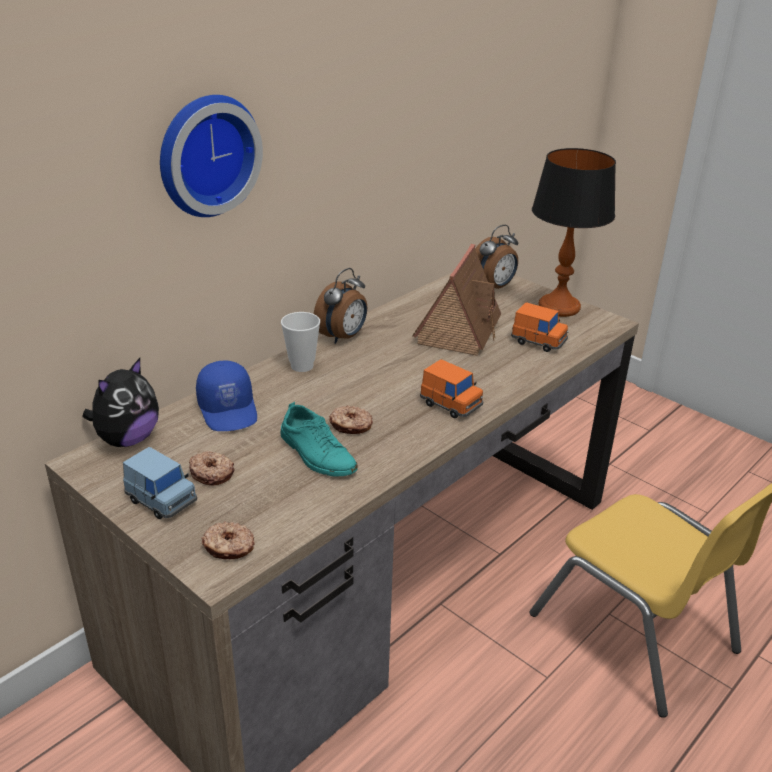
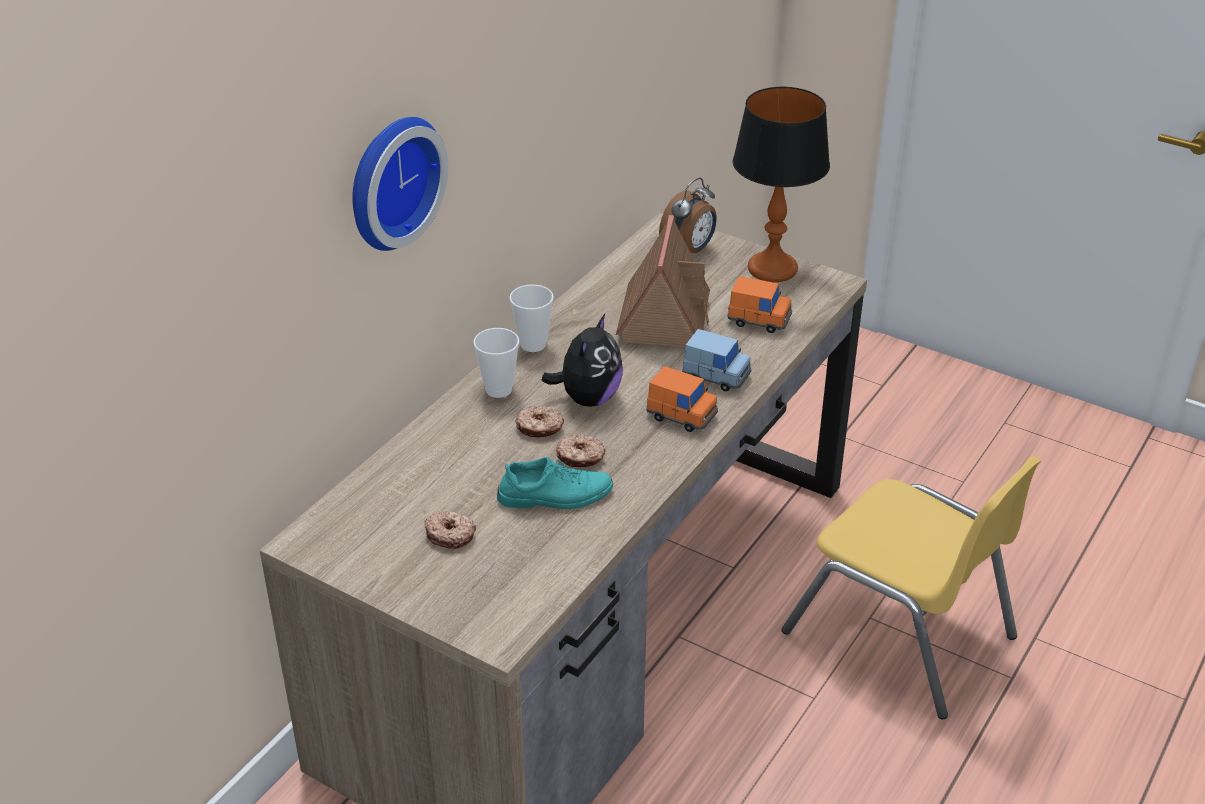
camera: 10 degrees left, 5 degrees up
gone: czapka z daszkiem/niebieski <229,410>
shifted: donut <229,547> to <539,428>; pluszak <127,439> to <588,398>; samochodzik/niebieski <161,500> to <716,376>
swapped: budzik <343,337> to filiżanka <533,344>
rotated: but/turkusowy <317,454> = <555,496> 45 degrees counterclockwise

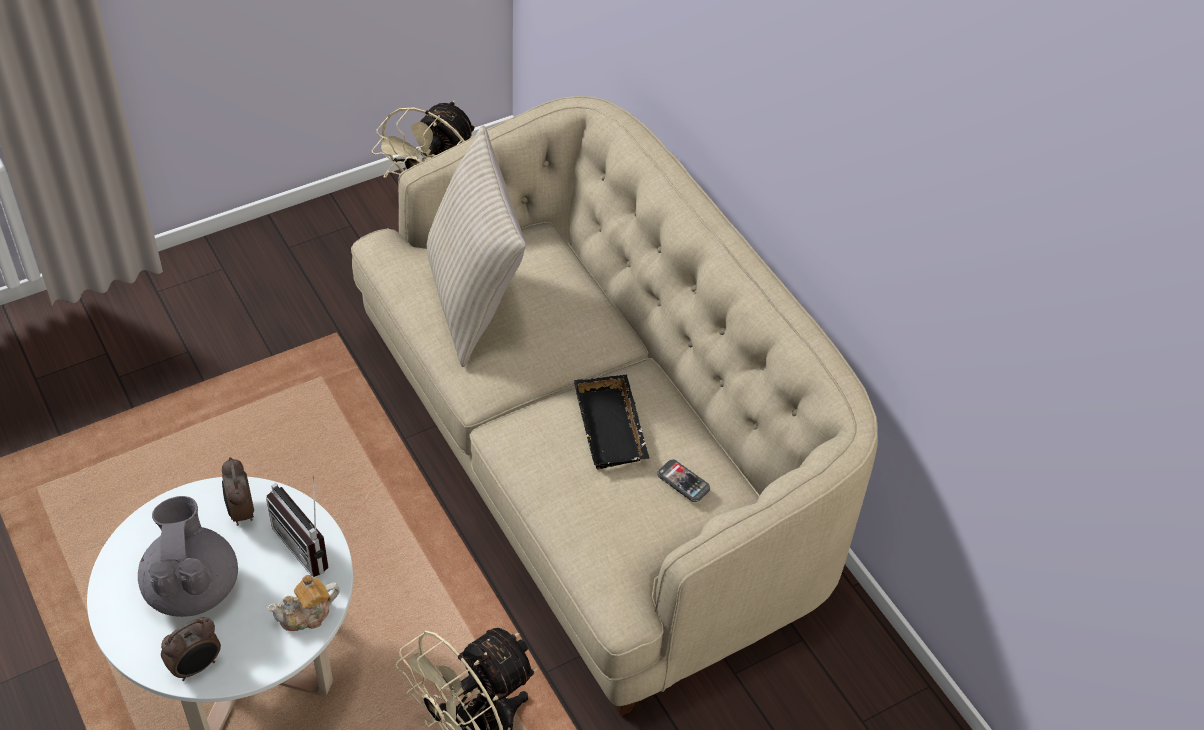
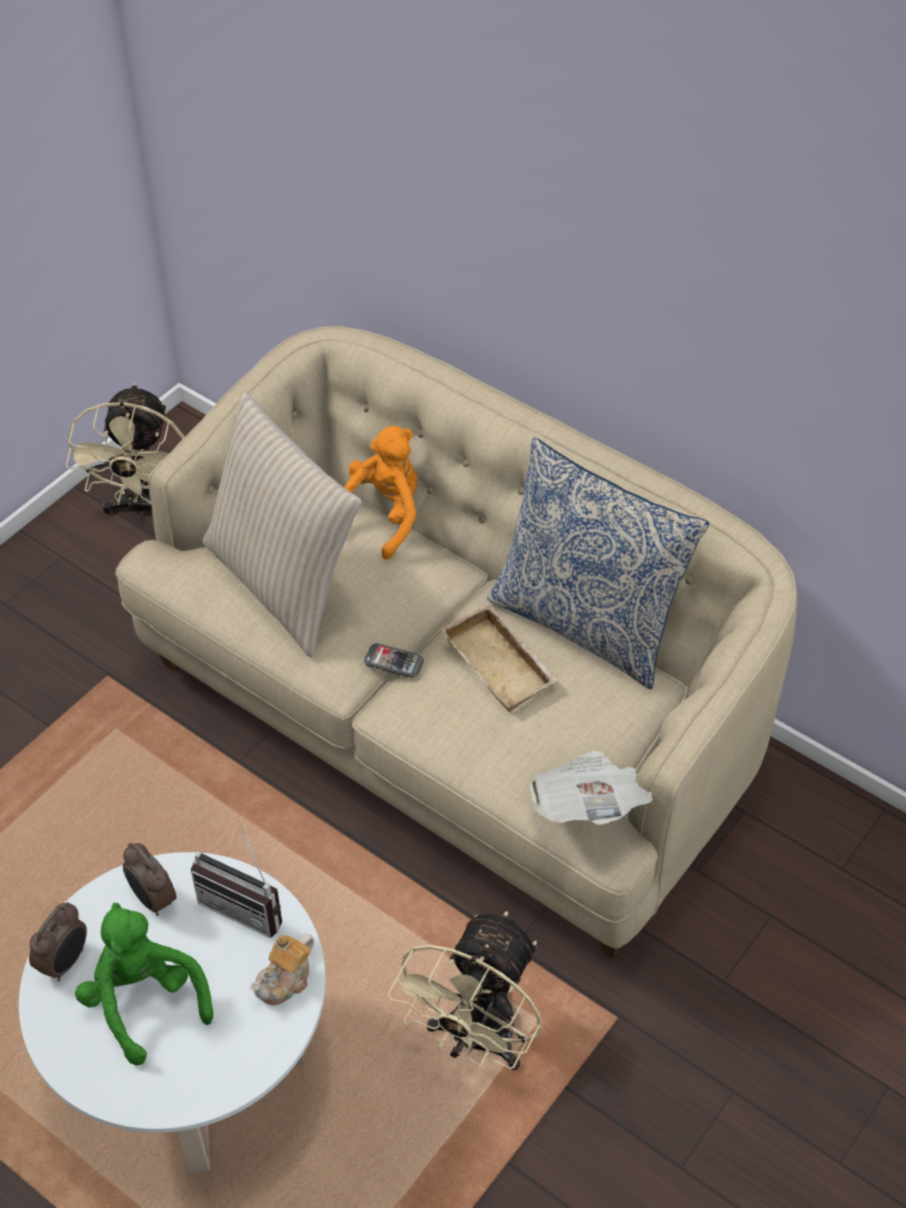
camera: 20 degrees left, 0 degrees up
new: pluszak/pomarańczowy <383,516>; poduszka <586,623>; gazeta <588,806>
shifted: budzik <196,667> to <66,962>; telefon <683,482> to <394,662>
swapped: imbryk/szary <192,587> to pluszak/zielony <144,1001>
repainted: taca/czarny <613,428> to taca/beżowy <502,664>

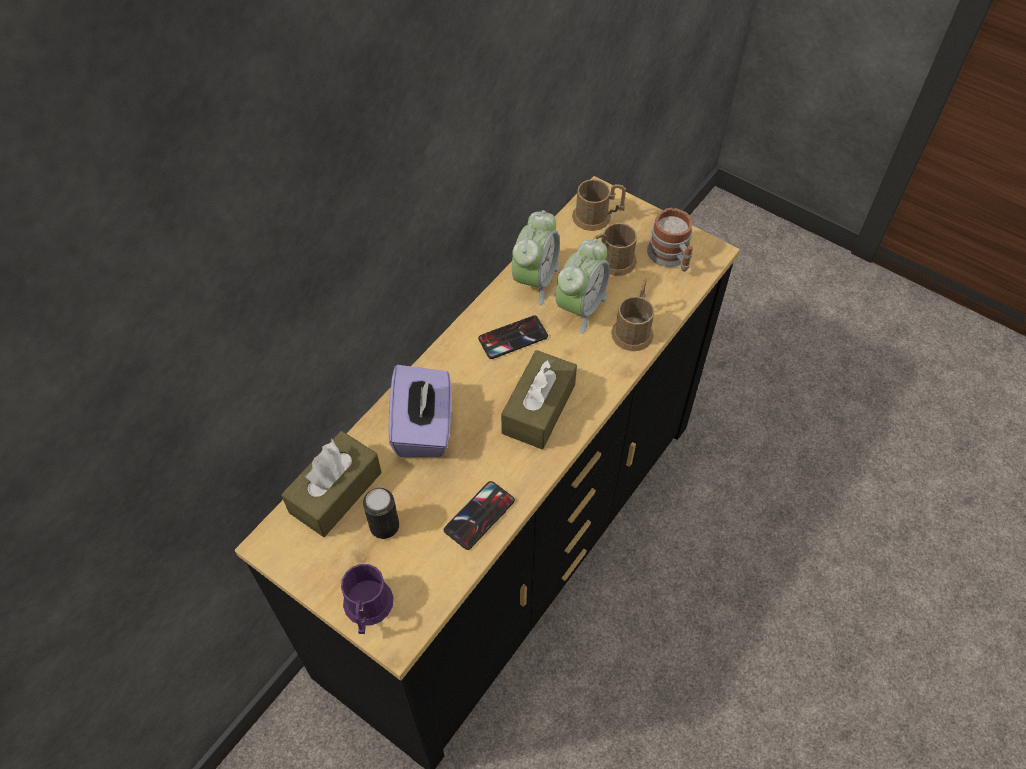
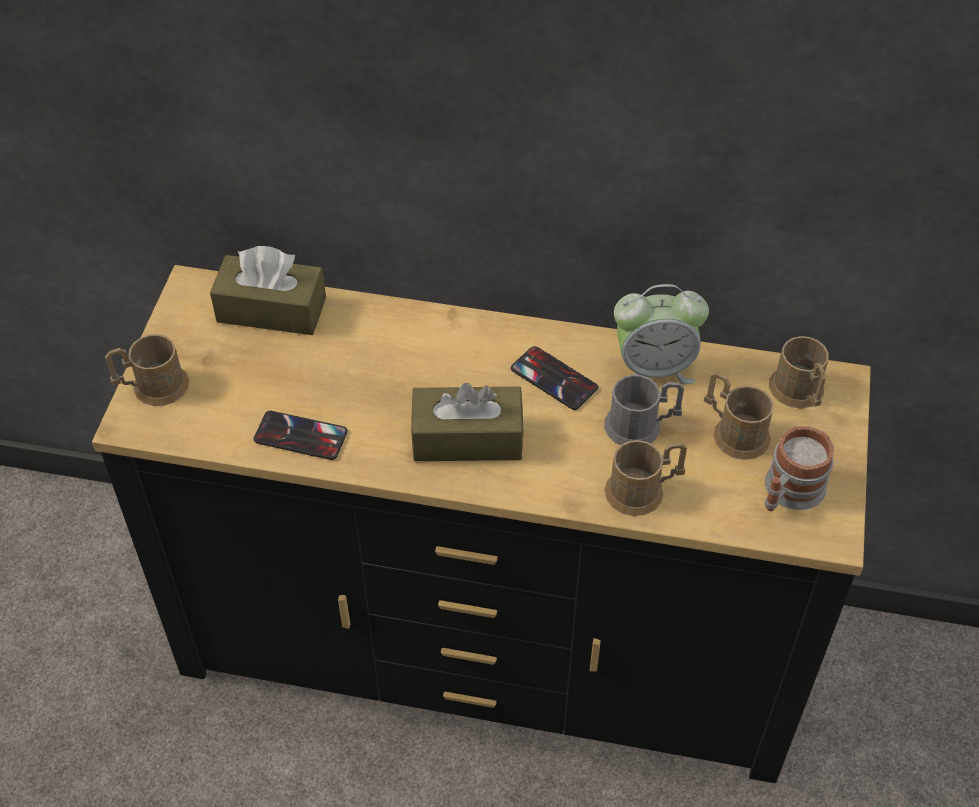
camera: 65 degrees right, 5 degrees down
gone: puszka <384,526>; pudełko chusteczek/fioletowy <423,427>
swapped: budzik <580,307> to kubek/szary <641,426>
repainted: kubek/fioletowy <367,609> to kubek/brązowy <152,387>

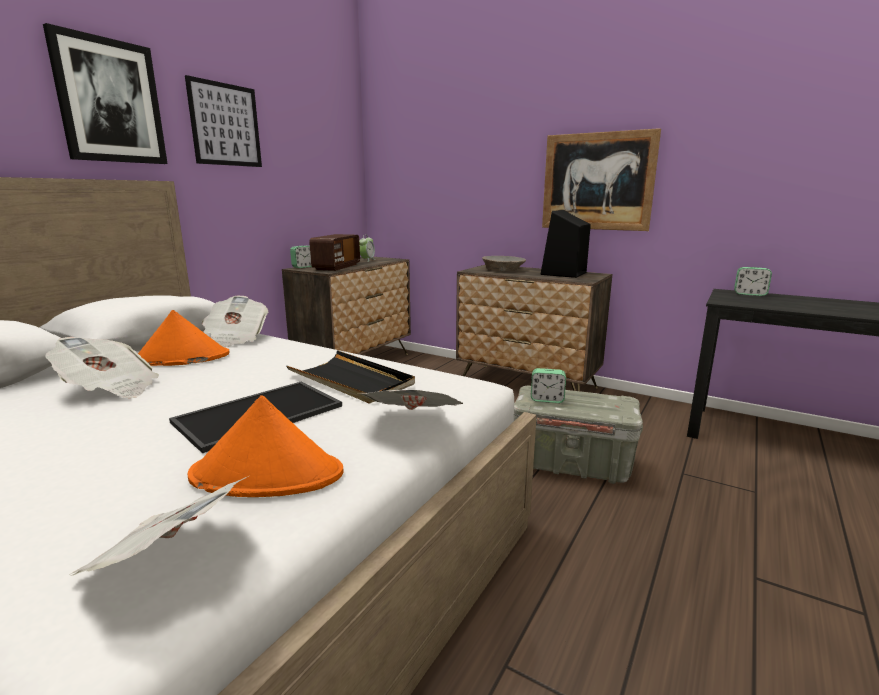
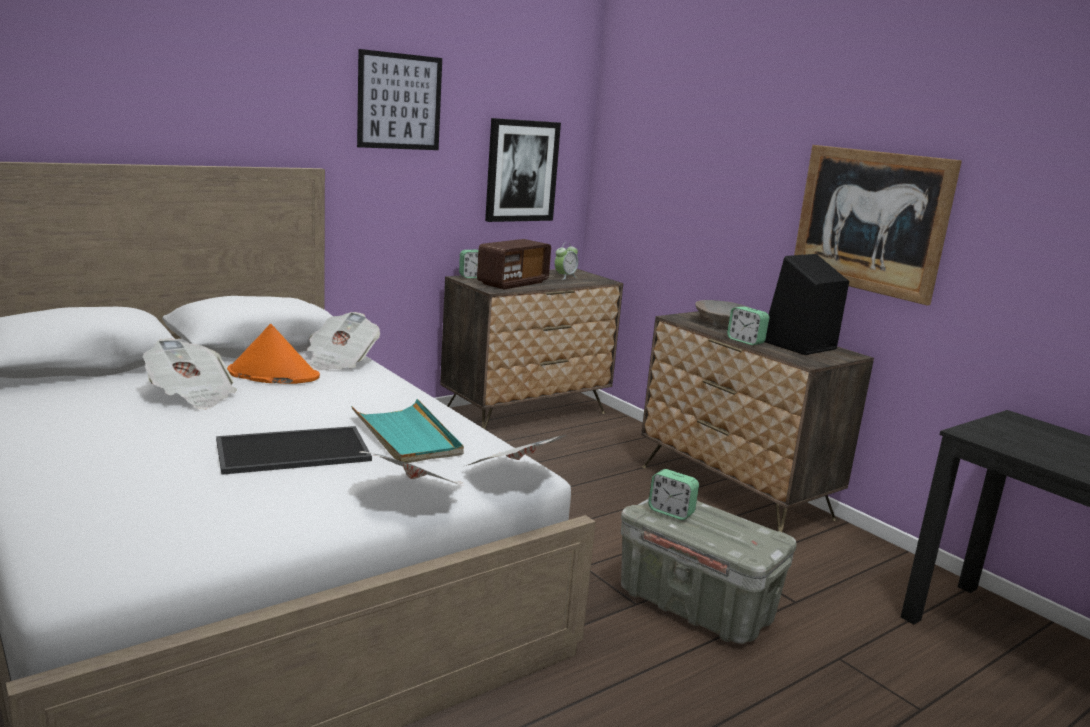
camera: 20 degrees right, 0 degrees up
gone: kapelusz/pomarańczowy <268,474>
shifted: gazeta <170,560> to <512,475>; obraz <110,101> to <521,171>; budzik <750,294> to <745,341>
repainted: taca/czarny <351,380> to taca/turkusowy <407,436>

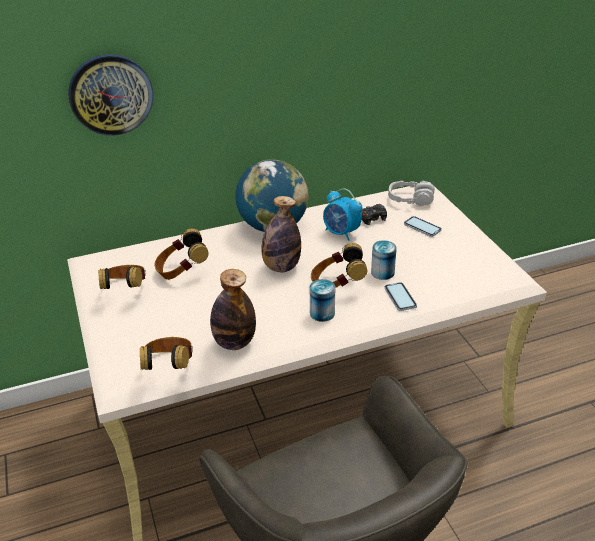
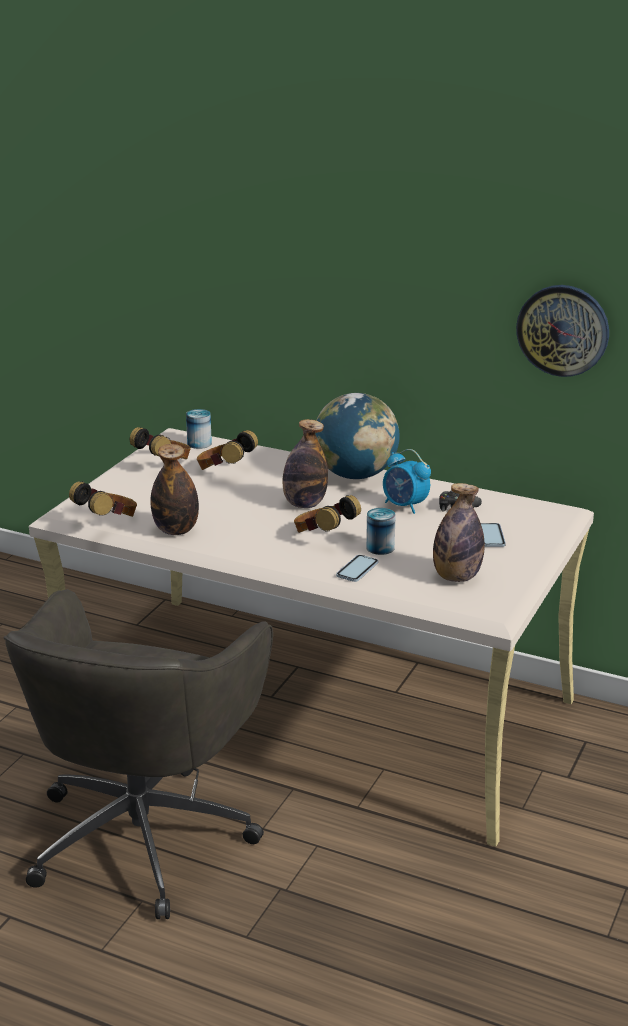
camera: 45 degrees right, 10 degrees down
gone: słuchawki/szary <410,199>
new: butelka <456,577>
shifted: puszka <322,313> to <199,443>; zegar ścienny <111,94> to <563,330>
rotated: budzik <341,233> = <405,506> 45 degrees counterclockwise

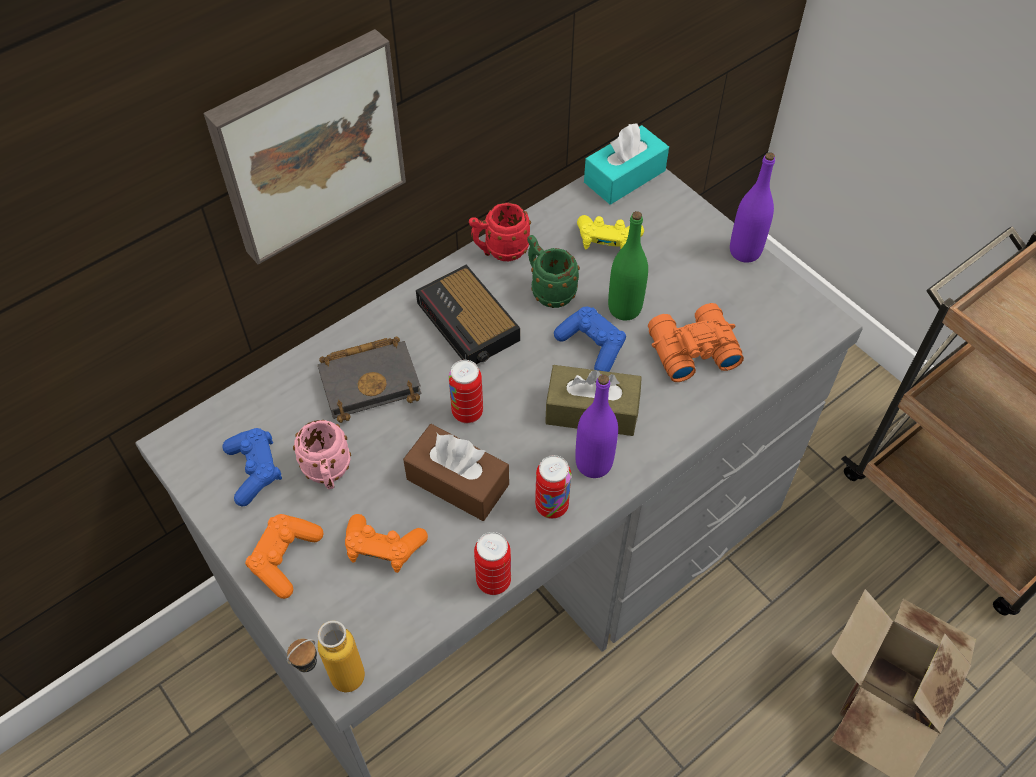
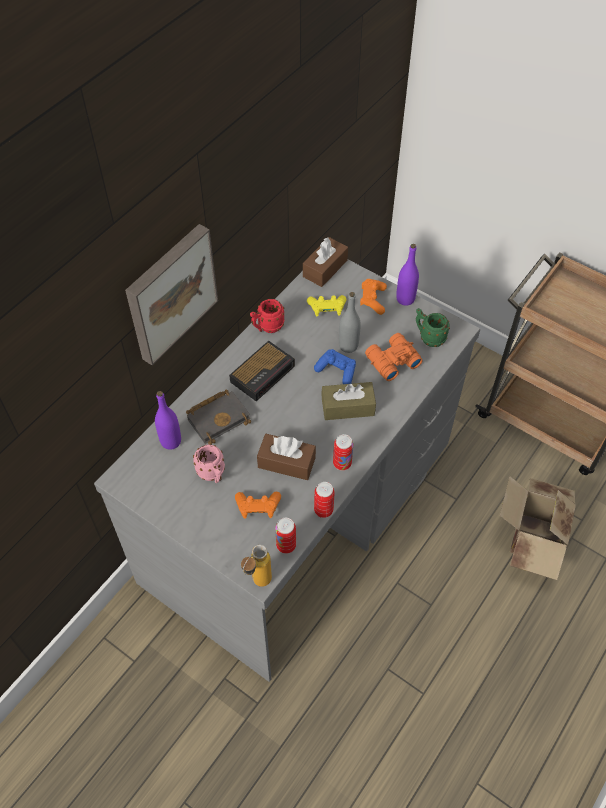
camera: 15 degrees left, 0 degrees up
gone: pad do gier/niebieski <255,471>
shifted: butelka/fioletowy <593,463> to <171,441>; puszka <467,412> to <286,545>; pad do gier/pomarańczowy <285,559> to <372,300>; kubek/zielony <548,290> to <428,337>
repainted: pudełko chusteczek/turkusowy <624,176> to pudełko chusteczek/brązowy <325,268>; butelka/zielony <624,308> to butelka/szary <348,346>
rotated: budzik <469,323> = <263,373> 90 degrees counterclockwise

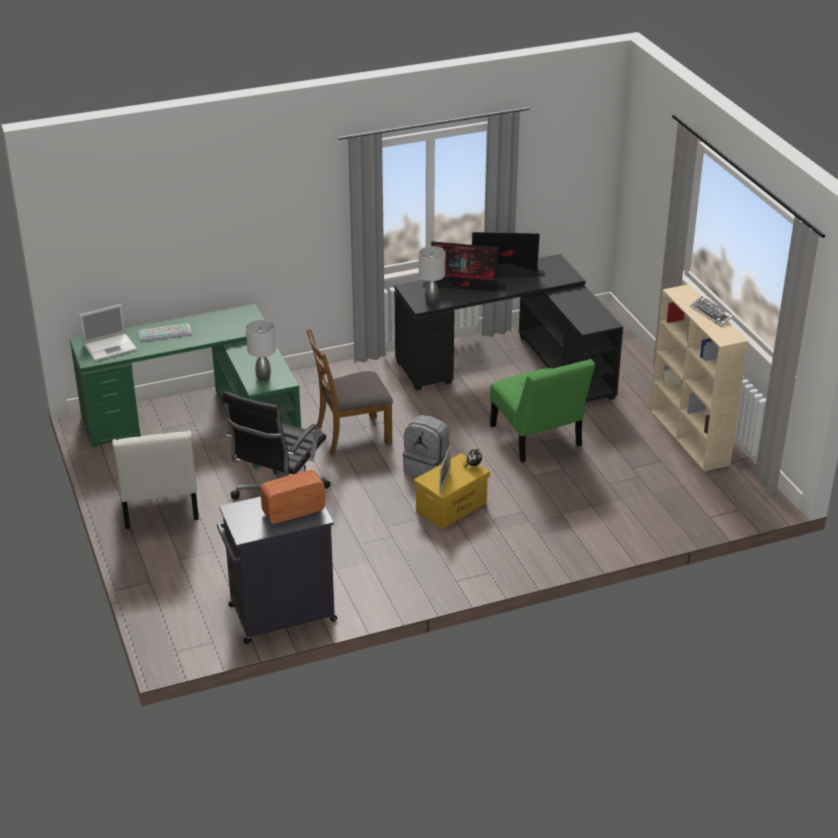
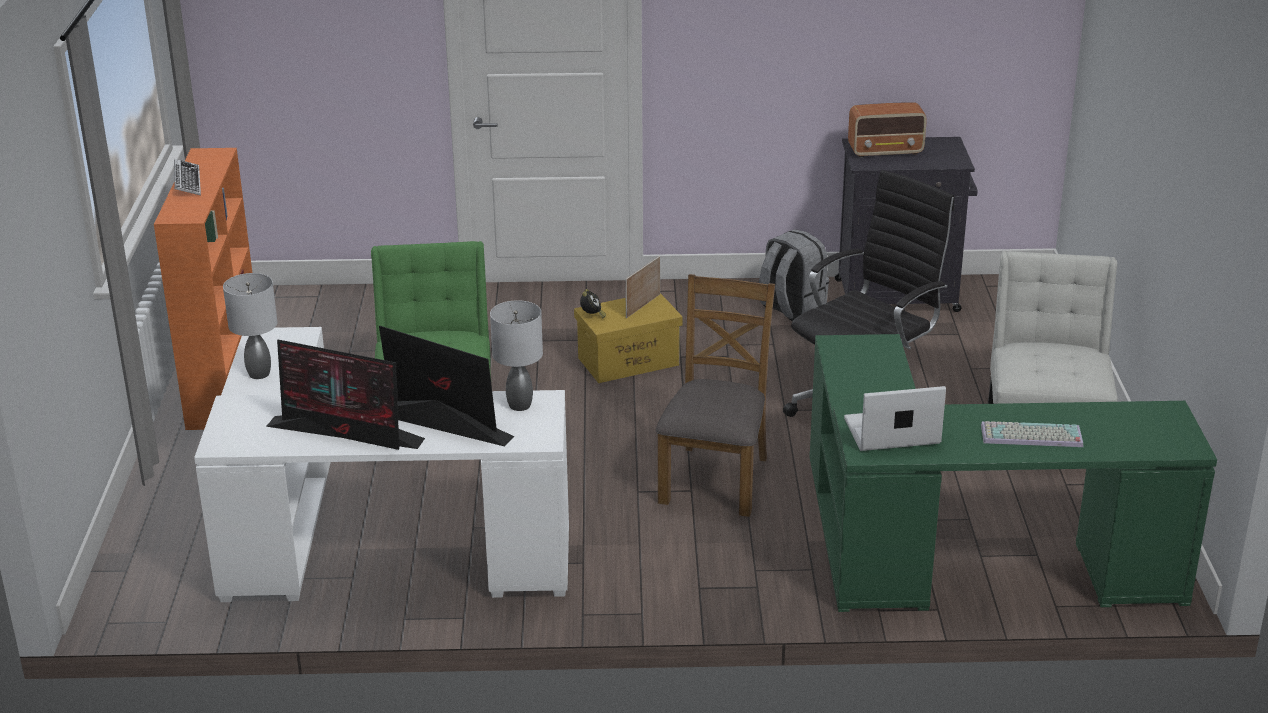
camera: 160 degrees left, 5 degrees down
shifted: lampa stołowa/szary <264,378> to <258,373>; plecak/szary <427,468> to <791,309>; laptop <111,347> to <890,432>
repainted: regał/beżowy <690,437> to regał/pomarańczowy <224,383>; biurko/czarny <512,365> to biurko/biały <366,546>
rotated: krzesło/brązowy <352,435> = <715,479> 75 degrees counterclockwise

